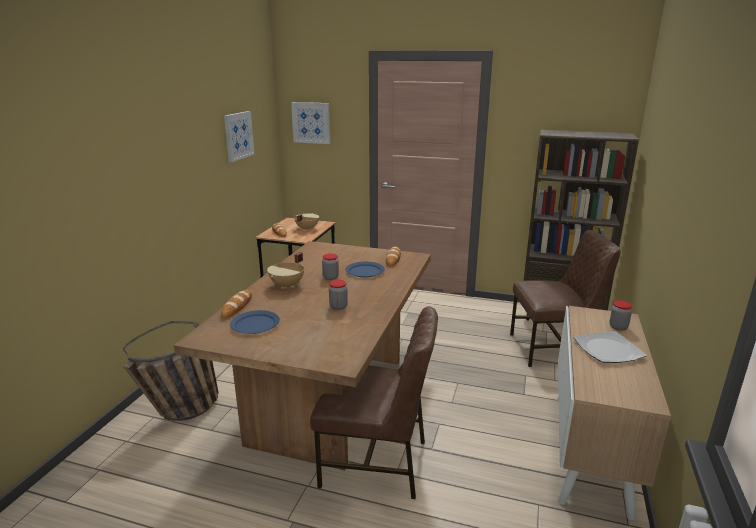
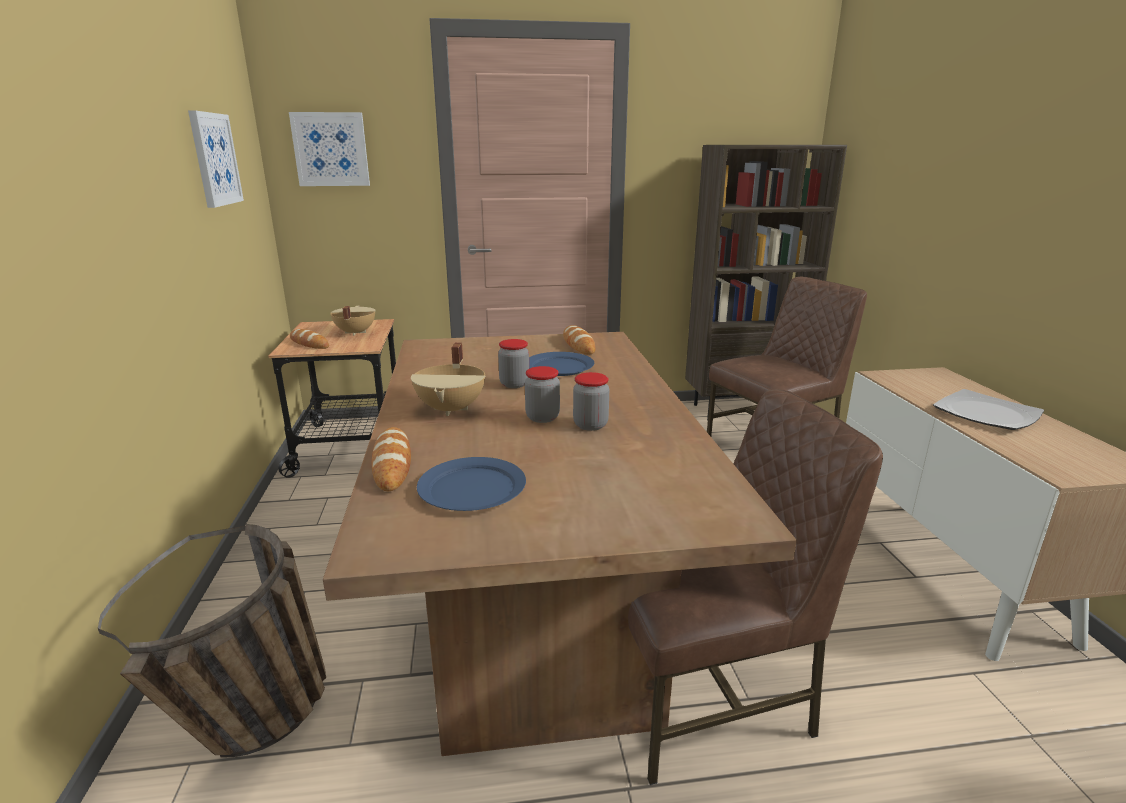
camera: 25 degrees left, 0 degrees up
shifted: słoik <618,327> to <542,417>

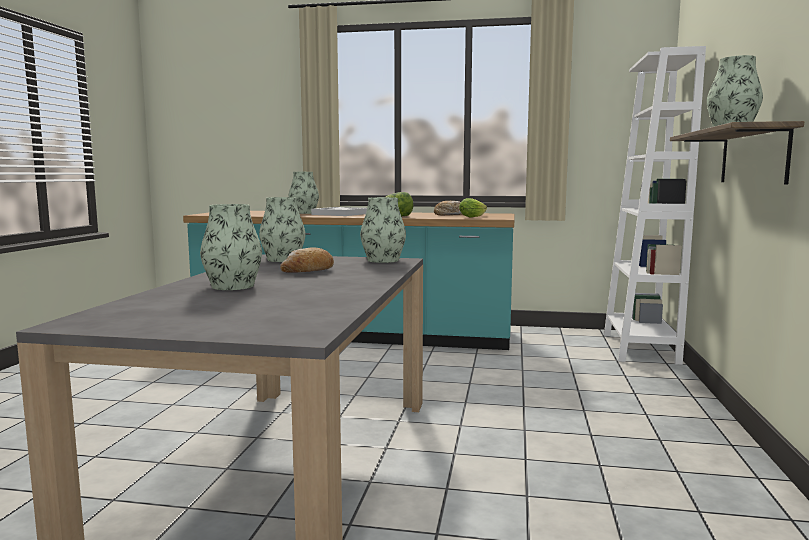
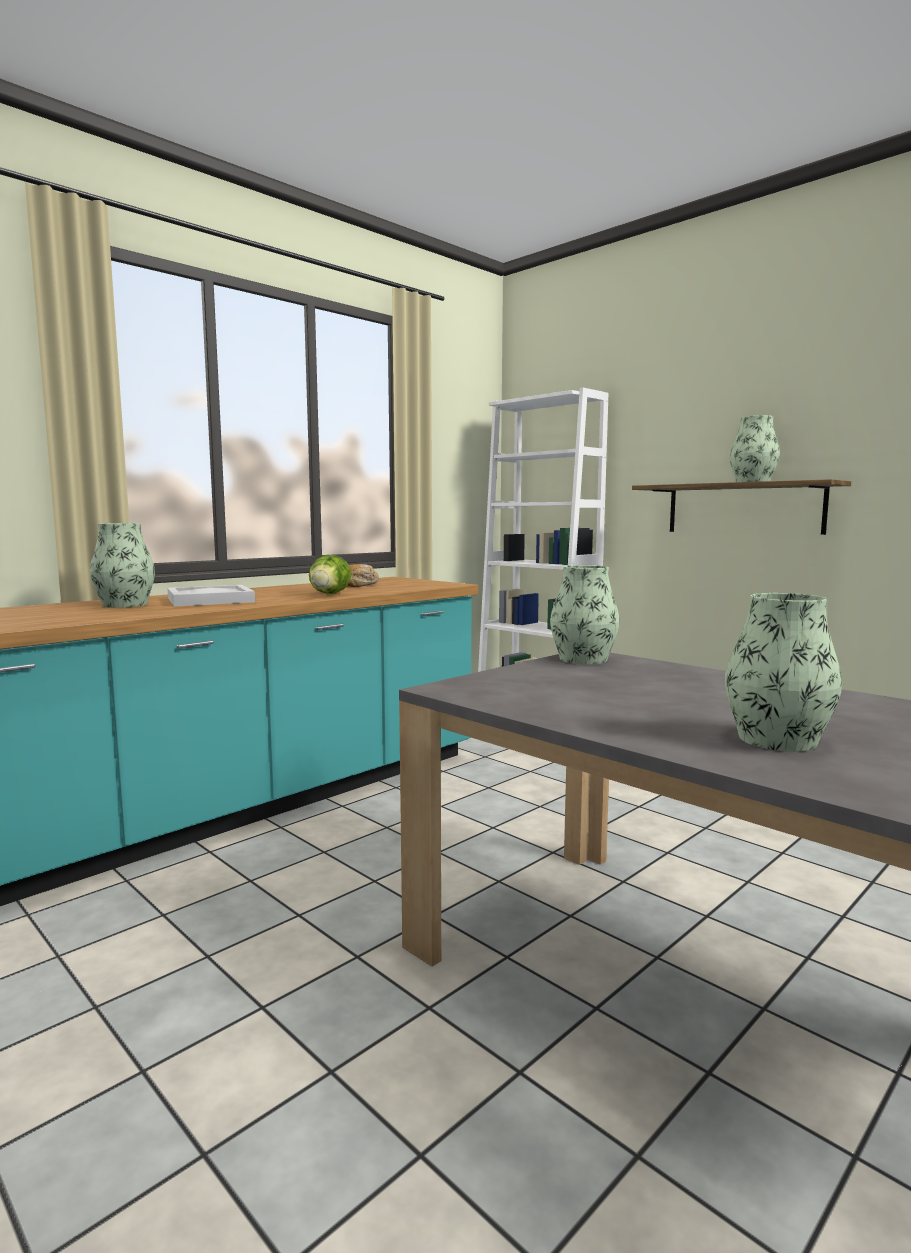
camera: 55 degrees left, 0 degrees up
gone: wazon <283,259>; chleb <308,271>; sałata <474,217>

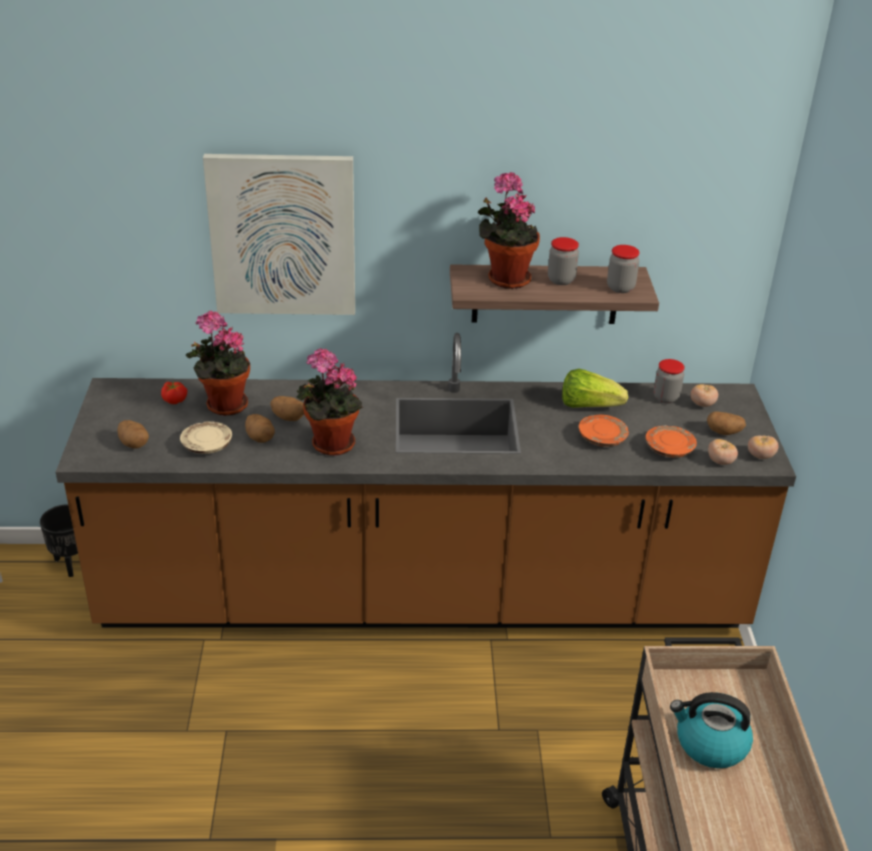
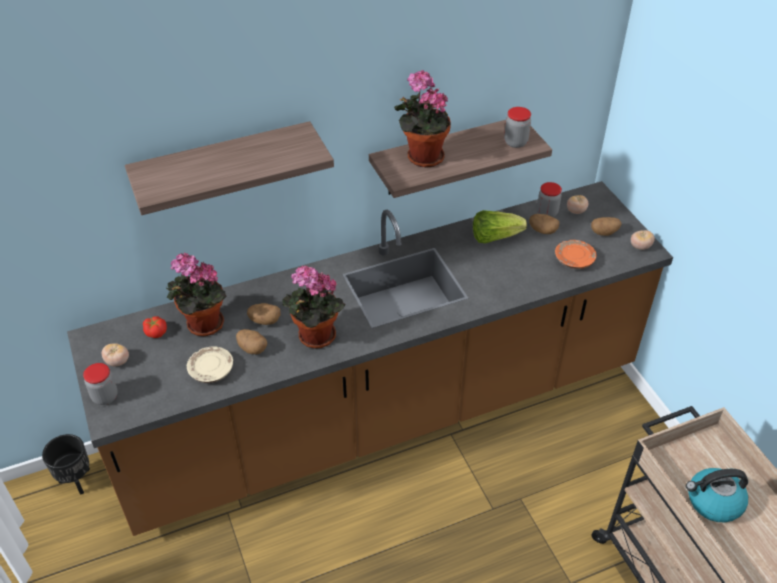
camera: 20 degrees left, 10 degrees up
gone: talerz/pomarańczowy <602,438>
shifted: słoik <561,280> to <105,397>; pomidor <720,461> to <117,361>; ziemniak <134,443> to <542,230>
swapped: obraz <283,235> to półka <224,167>

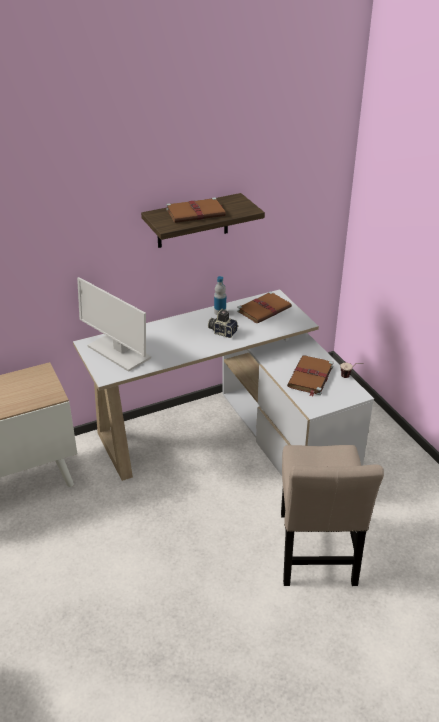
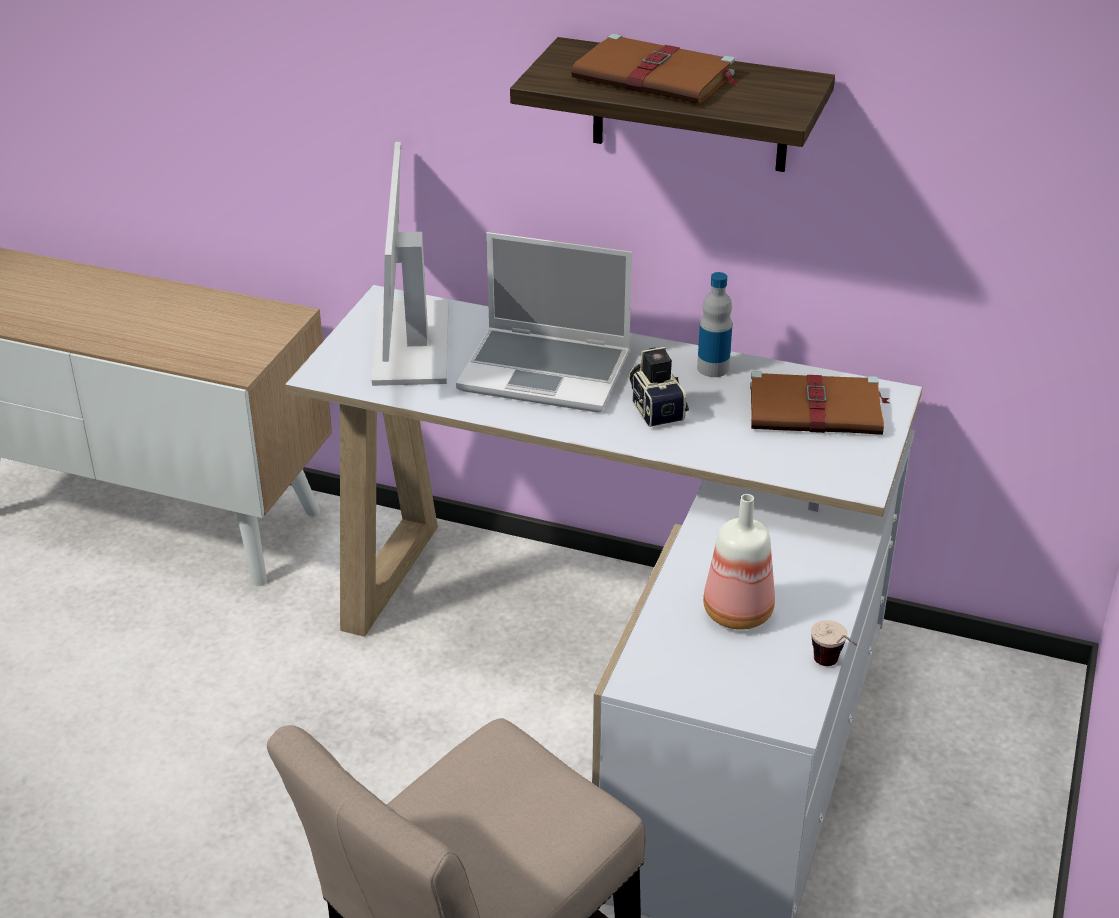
camera: 45 degrees right, 0 degrees up
new: laptop <547,371>
swapped: książka/brązowy <310,377> to butelka <740,613>

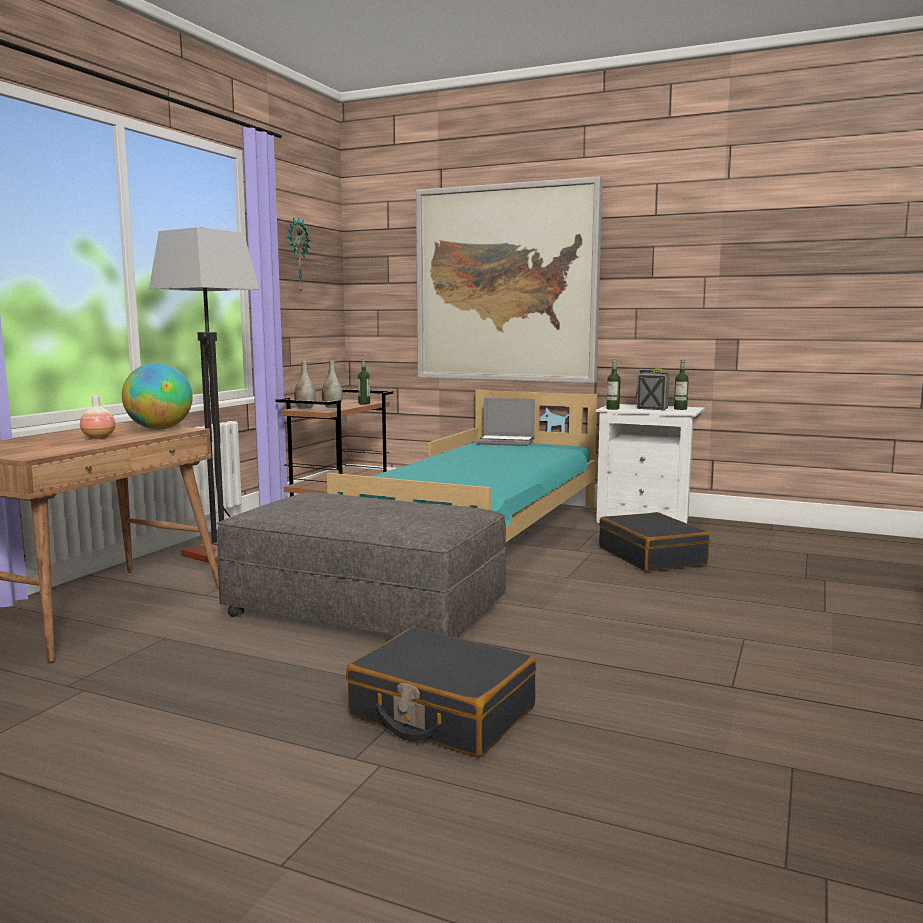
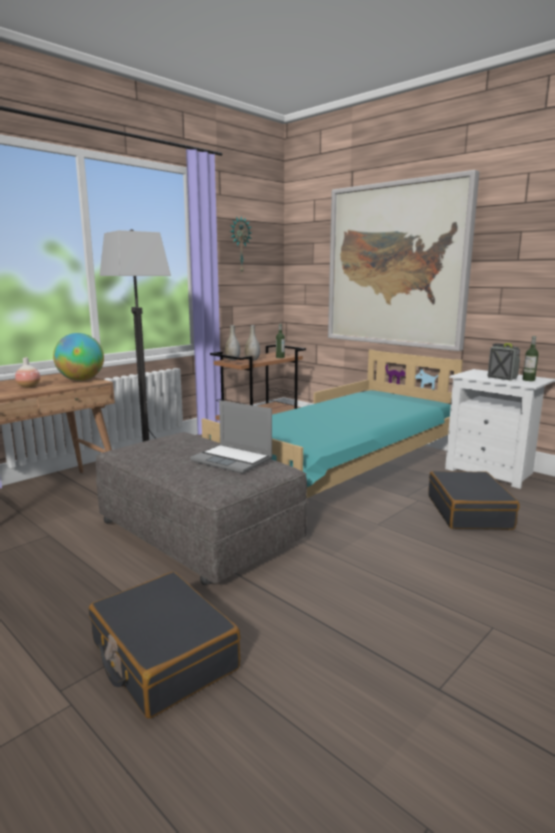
camera: 20 degrees right, 5 degrees up
gone: butelka <612,409>
shifted: laptop <506,442> to <233,460>

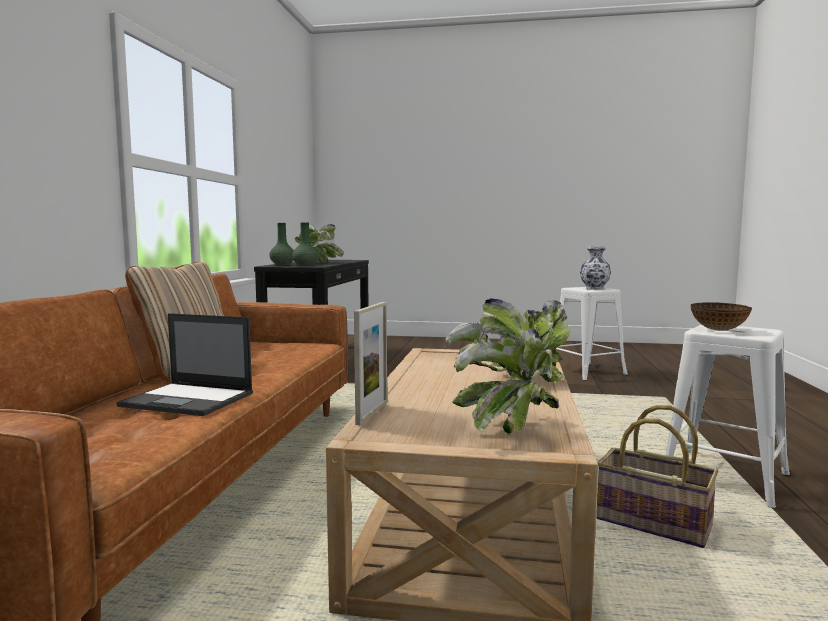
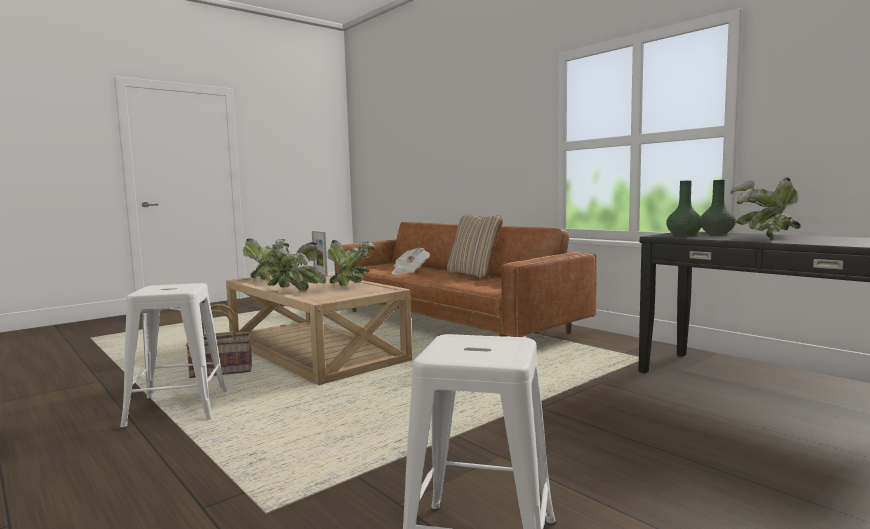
camera: 130 degrees right, 0 degrees up
gone: wazon <594,289>; miska <718,330>
new: roślina doniczkowa <351,286>
swapped: laptop <189,400> to gazeta <409,272>

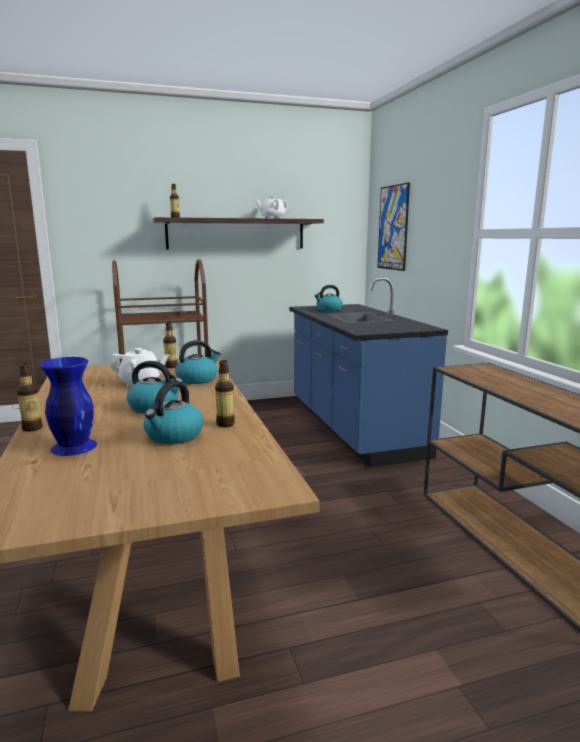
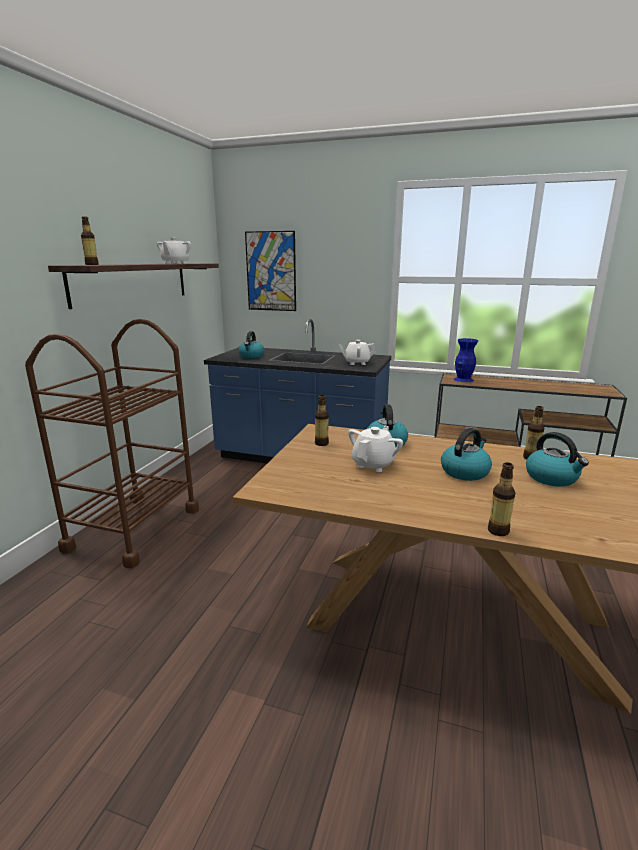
camera: 55 degrees left, 5 degrees up
new: imbryk/biały <357,363>
shifted: wazon/niebieski <73,447> to <463,379>

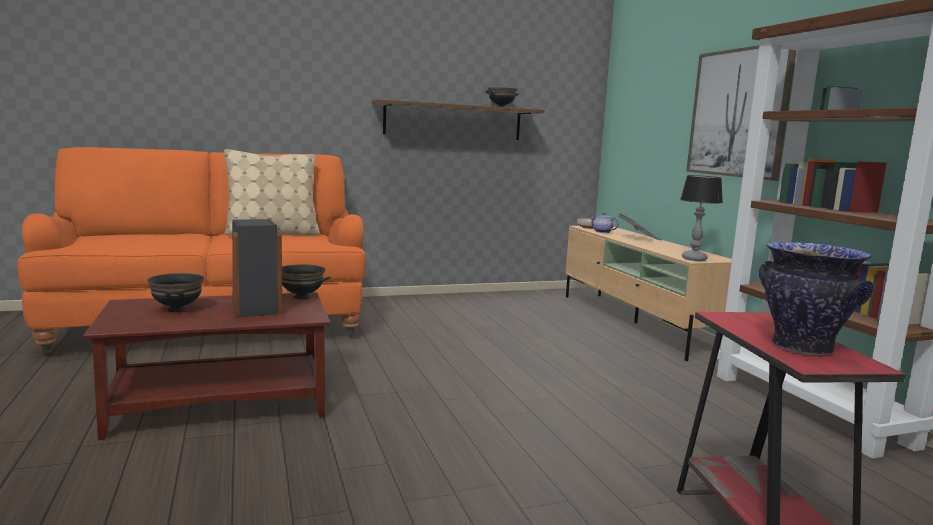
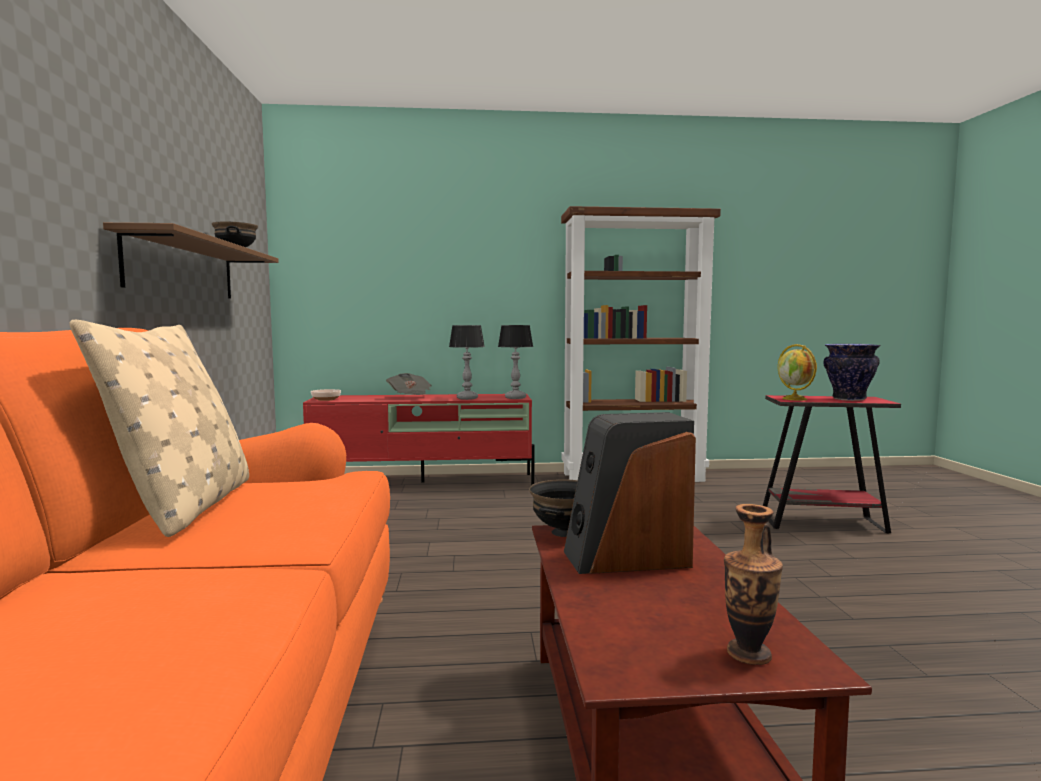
camera: 75 degrees left, 5 degrees down
gone: miska/czarny <176,309>; imbryk <602,232>; obraz <738,113>
new: lampa stołowa <467,398>; wazon <748,654>; globus <795,399>
repainted: szafka pod telewizor/beżowy <635,323> to szafka pod telewizor/czerwony <424,482>

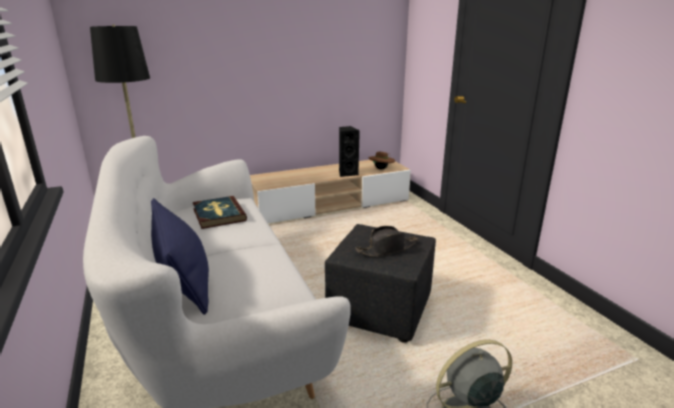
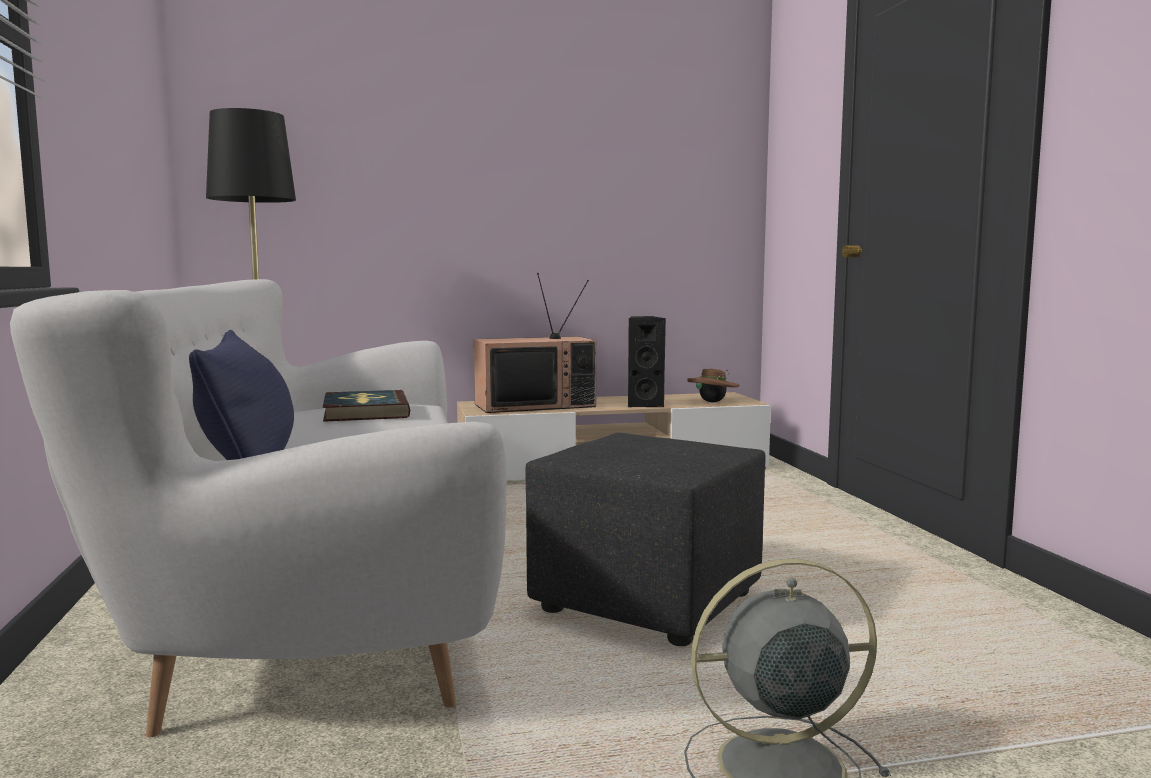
camera: 10 degrees right, 15 degrees down
gone: kapelusz/czarny <387,249>
new: telewizor <535,405>

